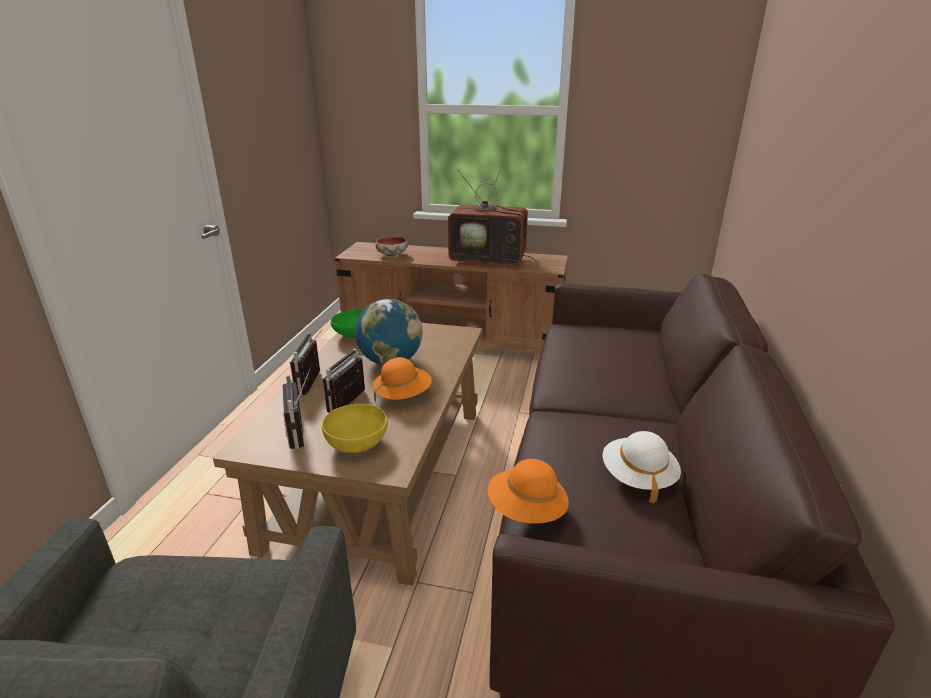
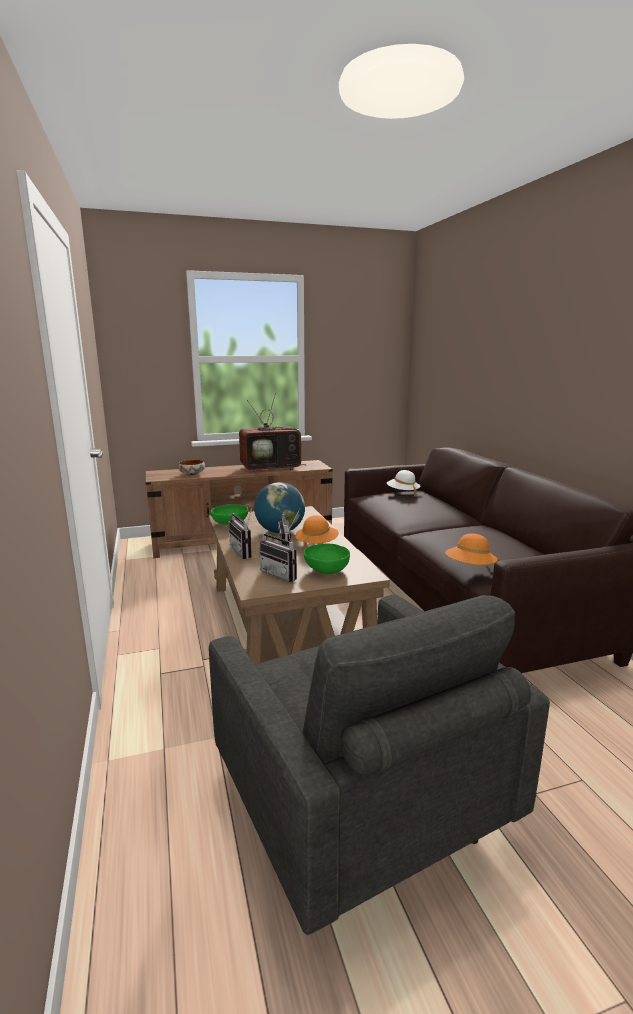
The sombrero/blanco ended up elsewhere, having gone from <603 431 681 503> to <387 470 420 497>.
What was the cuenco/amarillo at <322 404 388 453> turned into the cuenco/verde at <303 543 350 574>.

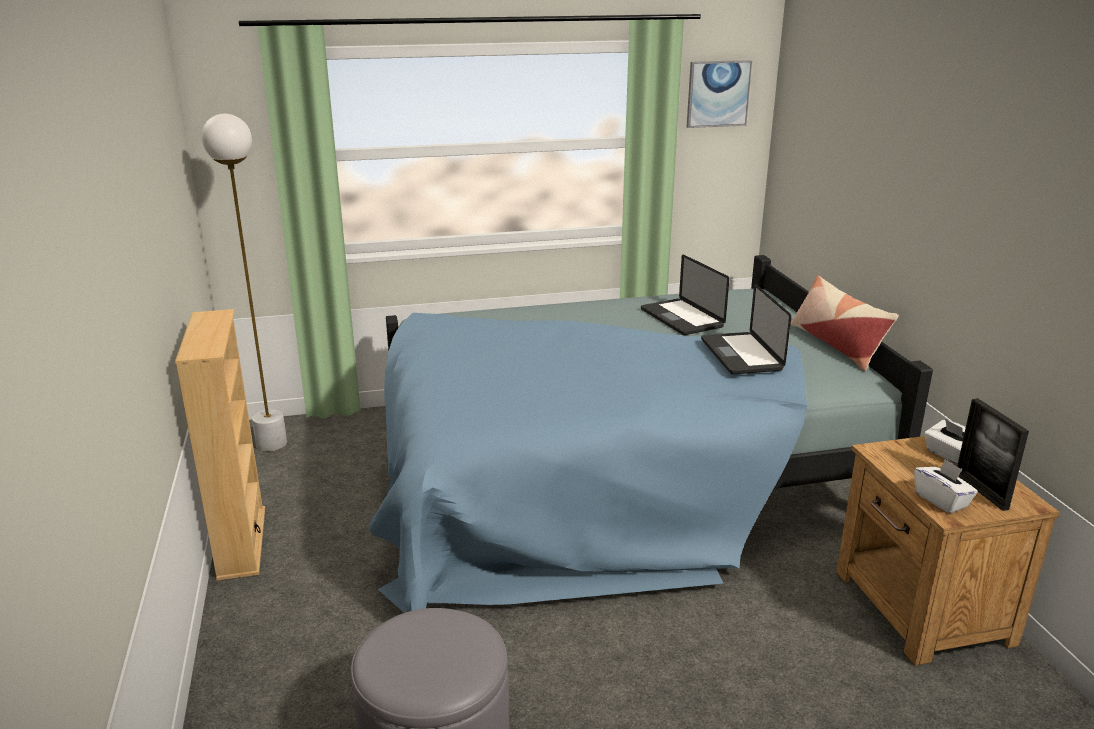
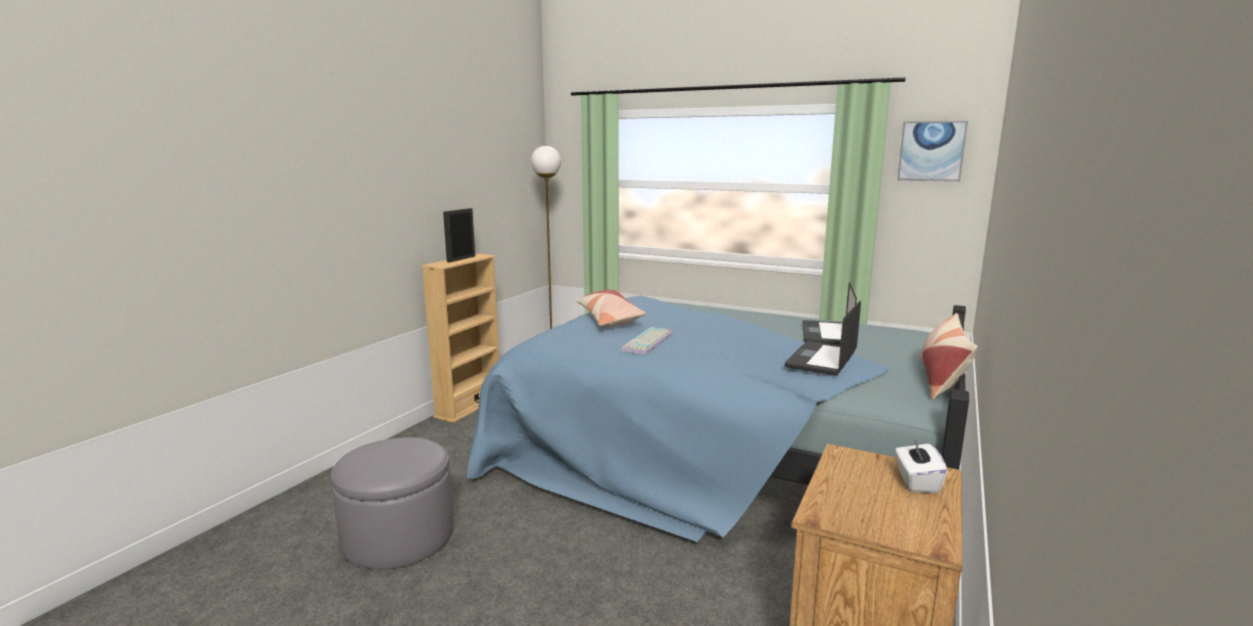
The second view lost the caja de pañuelos/blanco at <914 459 978 513>.
The second view gained the cojín at <577 290 645 327>.
The second view gained the teclado at <621 327 673 354>.
The portarretratos ended up elsewhere, having gone from <957 398 1029 511> to <443 208 475 262>.

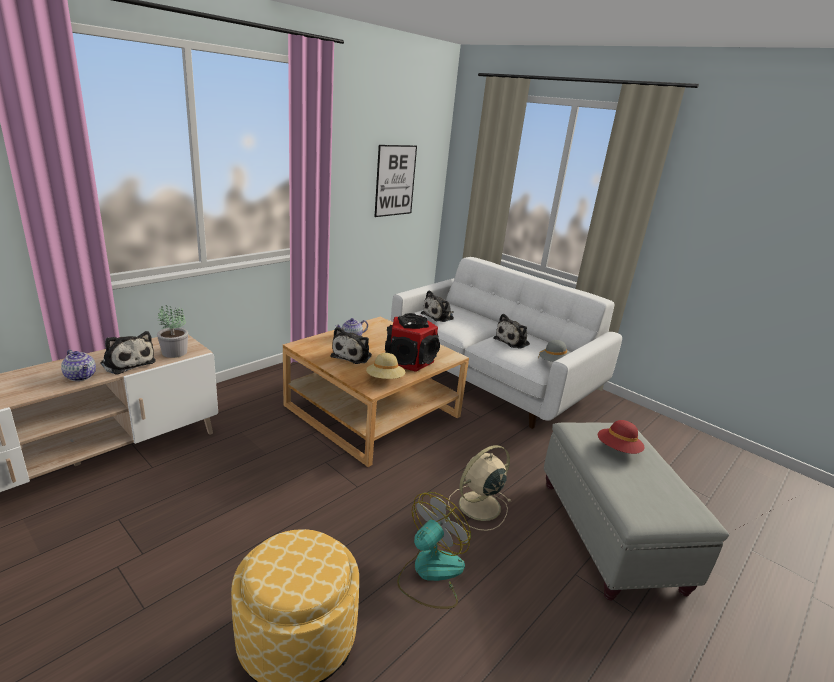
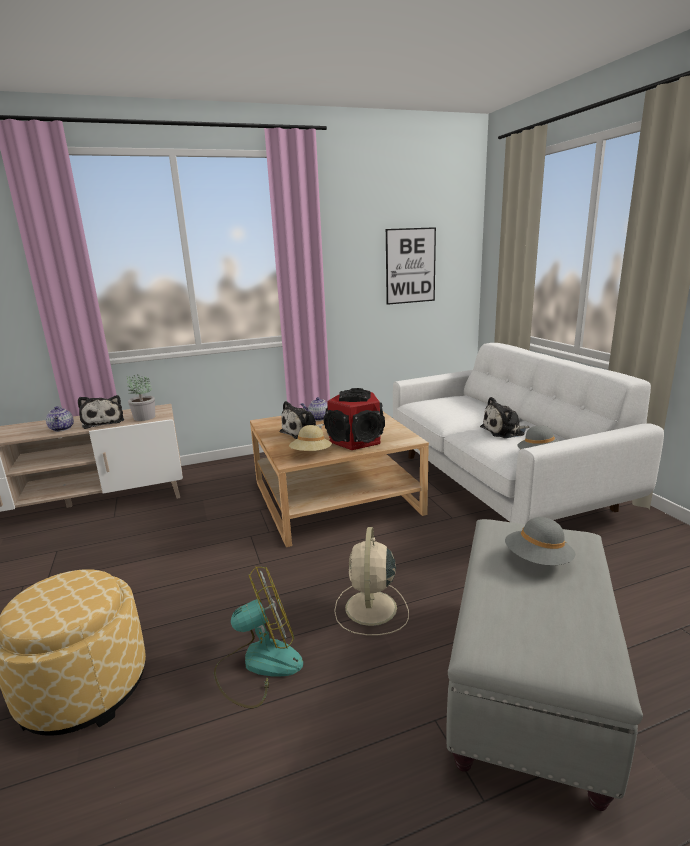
The second view lost the peluche at <421 290 454 322>.
What was the sombrero/rojo at <598 420 644 454> turned into the sombrero/gris at <505 517 575 565>.
The ventilador/beis at <448 445 512 531> ended up facing another way, 75 degrees counterclockwise from before.

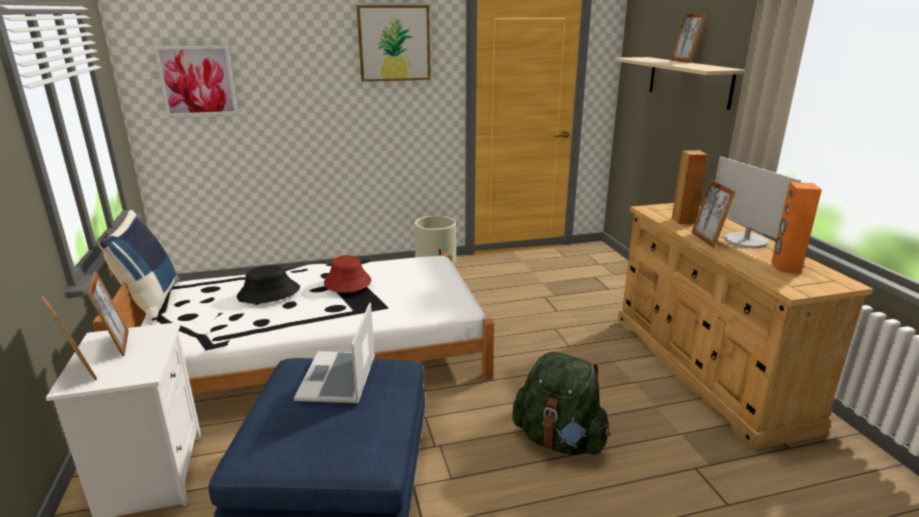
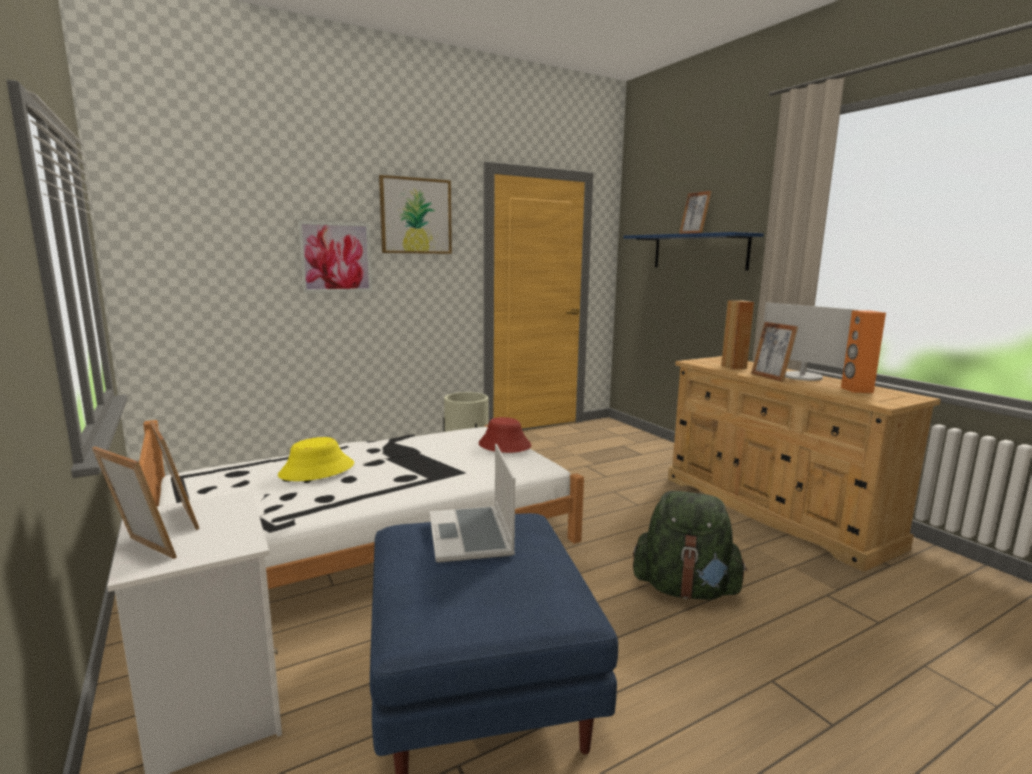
The second view lost the cojín/azul at <98 210 180 321>.
The cuadro ended up elsewhere, having gone from <154 46 238 117> to <298 221 372 293>.
The sombrero/rojo ended up elsewhere, having gone from <324 255 371 293> to <479 417 531 453>.
What was the sombrero/negro at <237 265 300 303> turned into the sombrero/amarillo at <278 437 354 481>.
What was the estante/beis at <614 57 745 110> turned into the estante/azul at <623 232 764 270>.

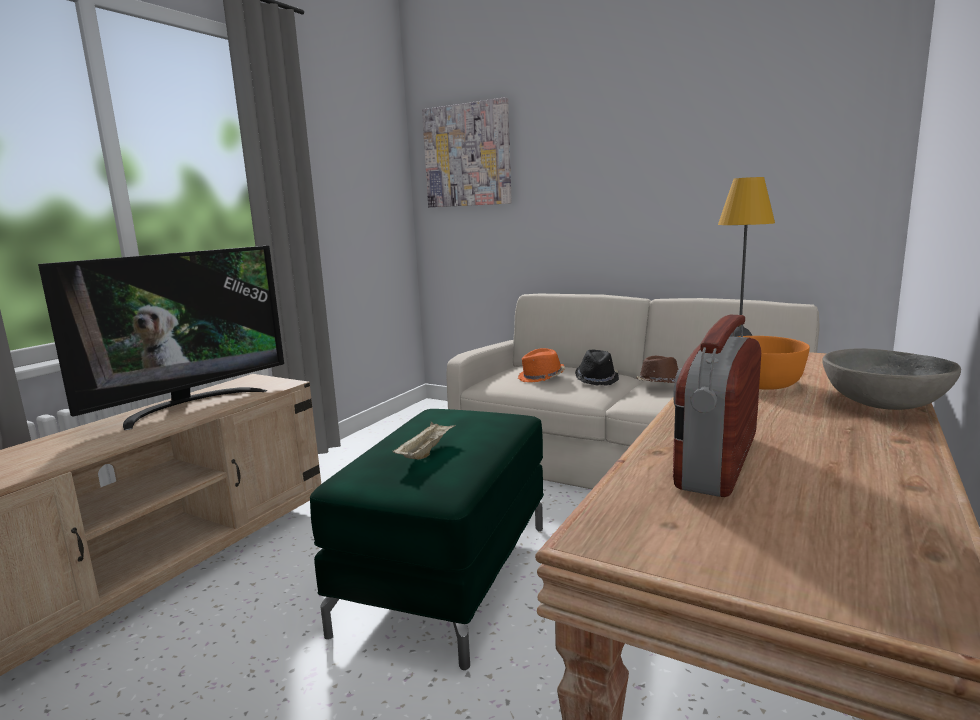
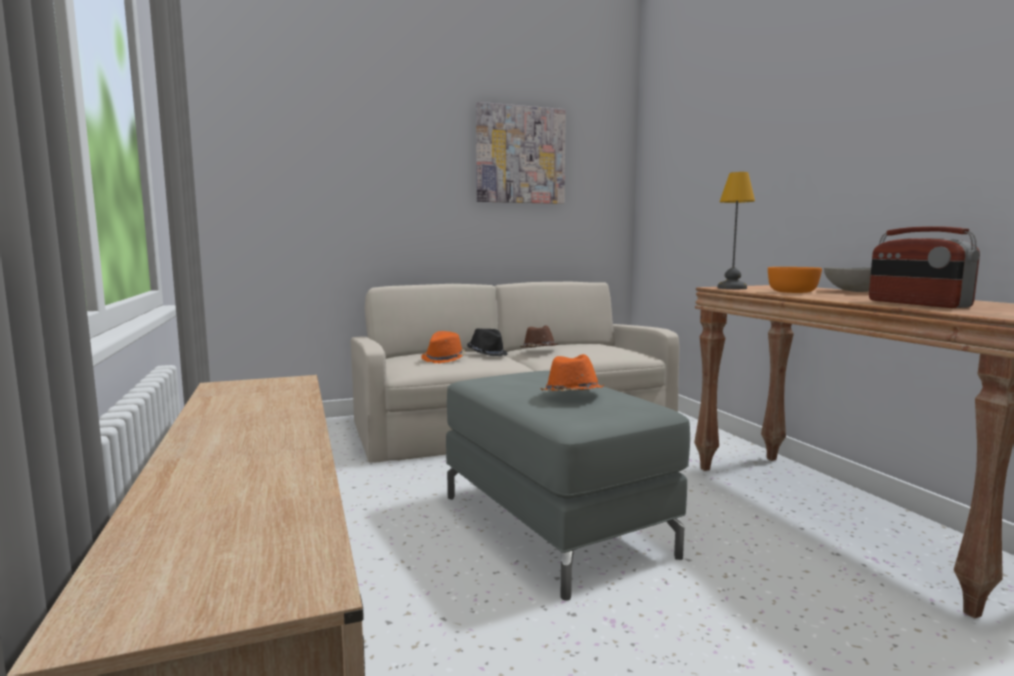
The second view lost the televisor at <38 246 284 430>.
The cuadro ended up elsewhere, having gone from <422 97 512 207> to <476 102 566 204>.
Where the bandeja/beis stood at <392 422 456 460>, the sombrero/naranja came to stand at <541 354 604 391>.
What was the puf/verde at <310 409 544 670> turned into the puf/gris at <446 371 690 601>.

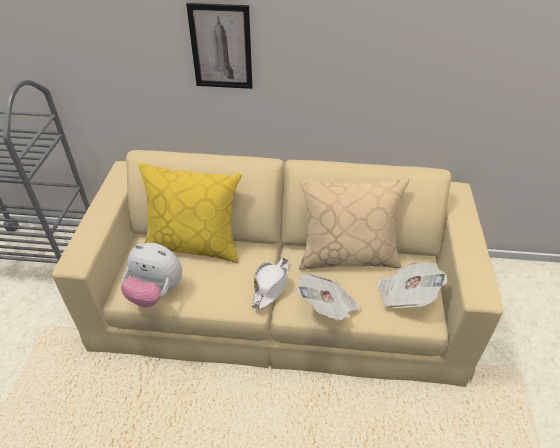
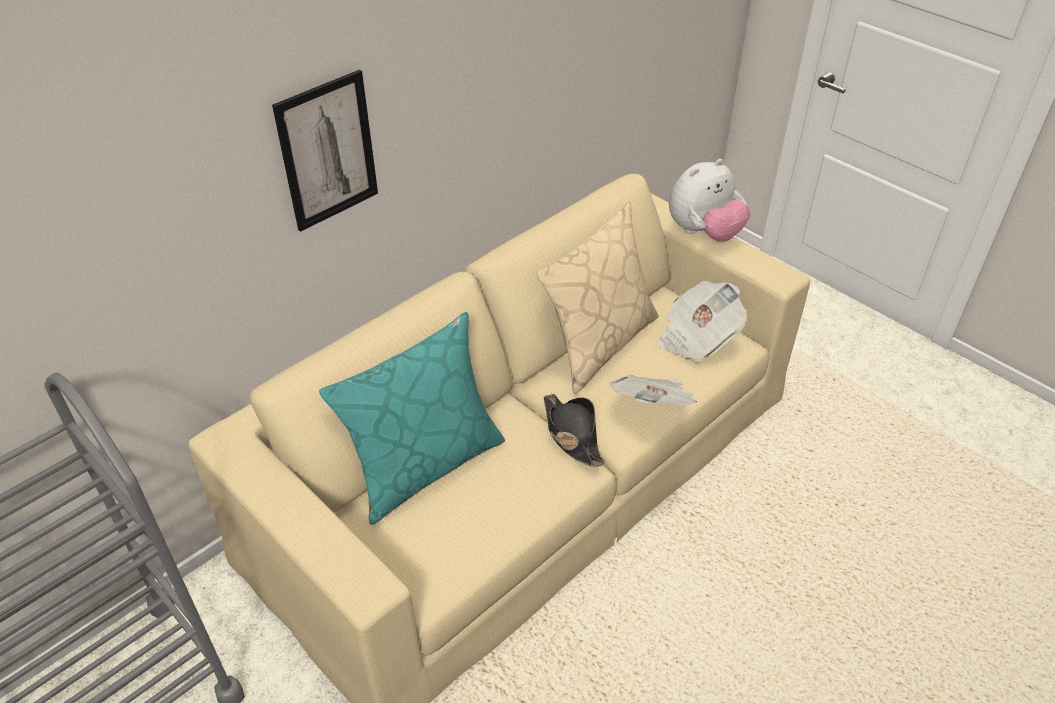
The peluche ended up elsewhere, having gone from <121 243 182 307> to <669 159 750 242>.
What was the cojín/amarillo at <138 163 242 263> turned into the cojín/turquesa at <319 312 505 525>.
What was the sombrero/blanco at <251 258 289 310> turned into the sombrero/negro at <544 394 605 467>.

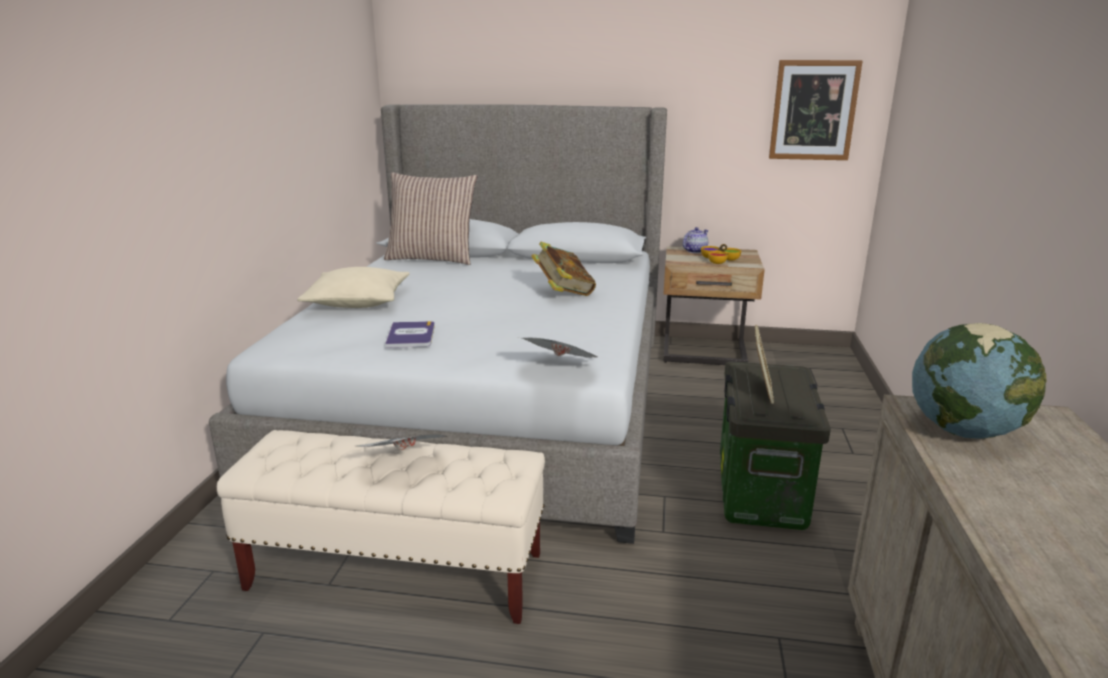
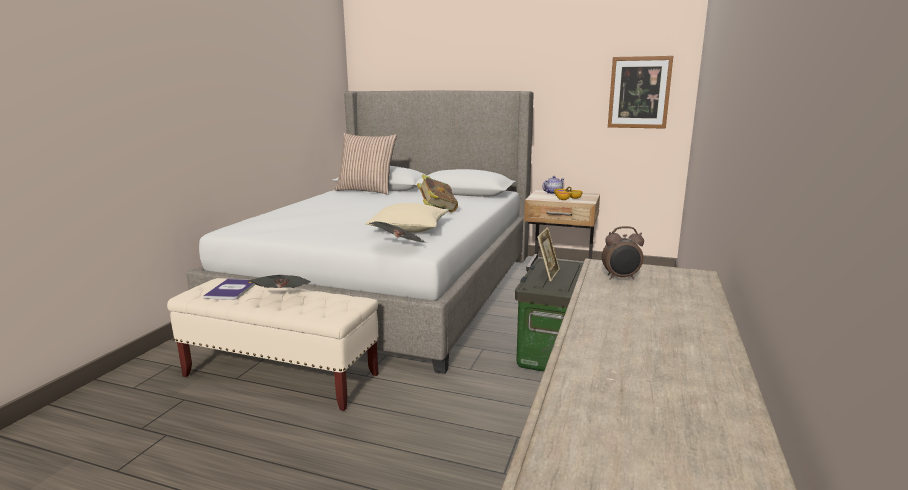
The cojín/beis ended up elsewhere, having gone from <297 267 410 308> to <365 203 449 233>.
The libro ended up elsewhere, having gone from <385 321 435 348> to <203 279 256 300>.
Where the globo terráqueo stood at <912 323 1047 439>, the despertador came to stand at <602 226 644 280>.

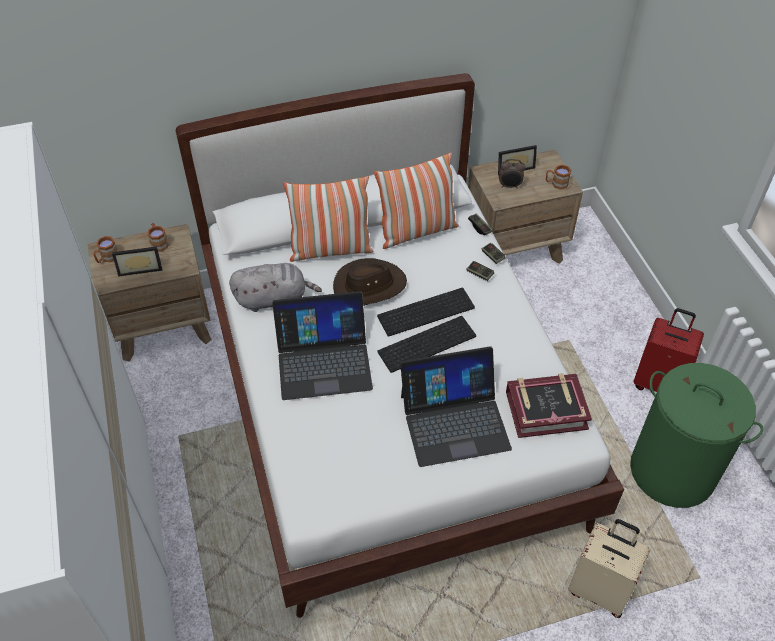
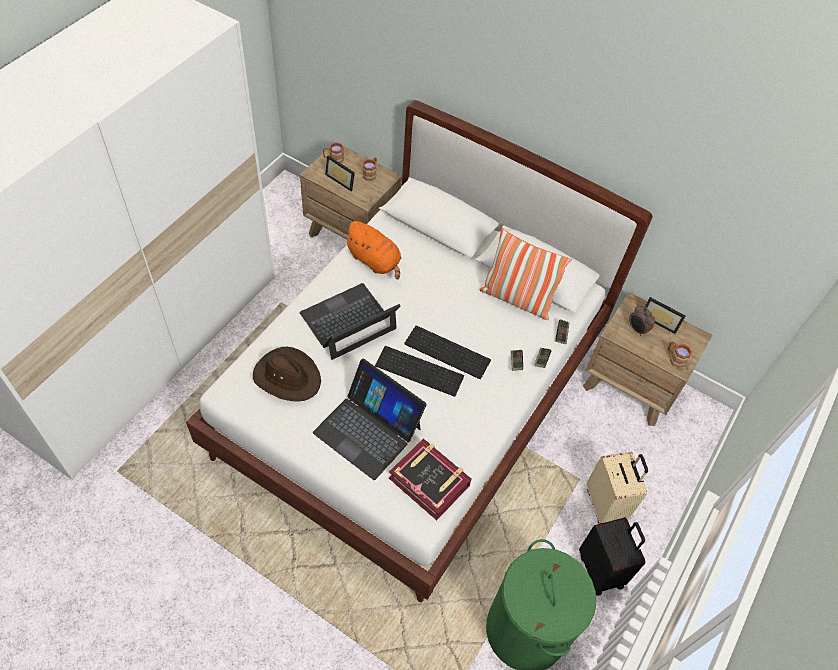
The second view lost the cojín at <283 176 373 262>.
The sombrero/marrón ended up elsewhere, having gone from <333 258 407 306> to <253 347 321 402>.
The maleta/beis ended up elsewhere, having gone from <568 519 650 618> to <587 452 648 524>.
What was the peluche/gris at <229 263 322 312> turned into the peluche/naranja at <343 221 401 280>.
What was the maleta/rojo at <633 308 704 392> turned into the maleta/negro at <579 517 645 596>.
The portátil at <272 291 373 400> ended up facing another way, 105 degrees clockwise from before.

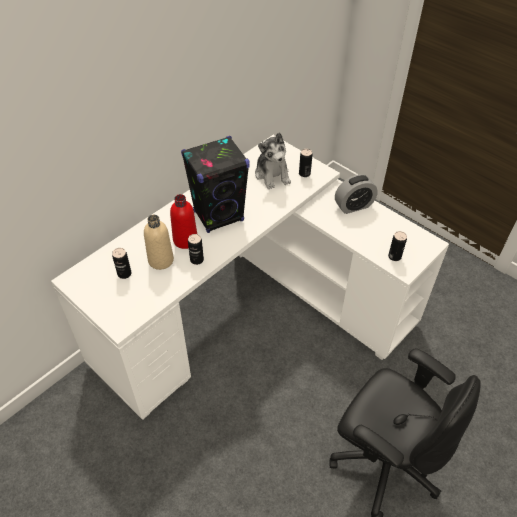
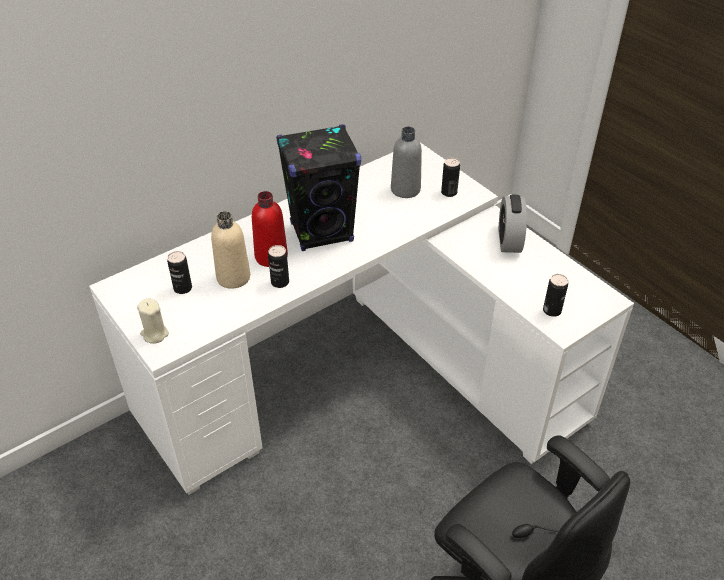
The second view gained the vela/beis at <137 298 169 344>.
Where the peluche stood at <255 133 291 189>, the botella/gris came to stand at <391 127 422 198>.
The despertador at <335 174 378 214> ended up facing another way, 105 degrees clockwise from before.

